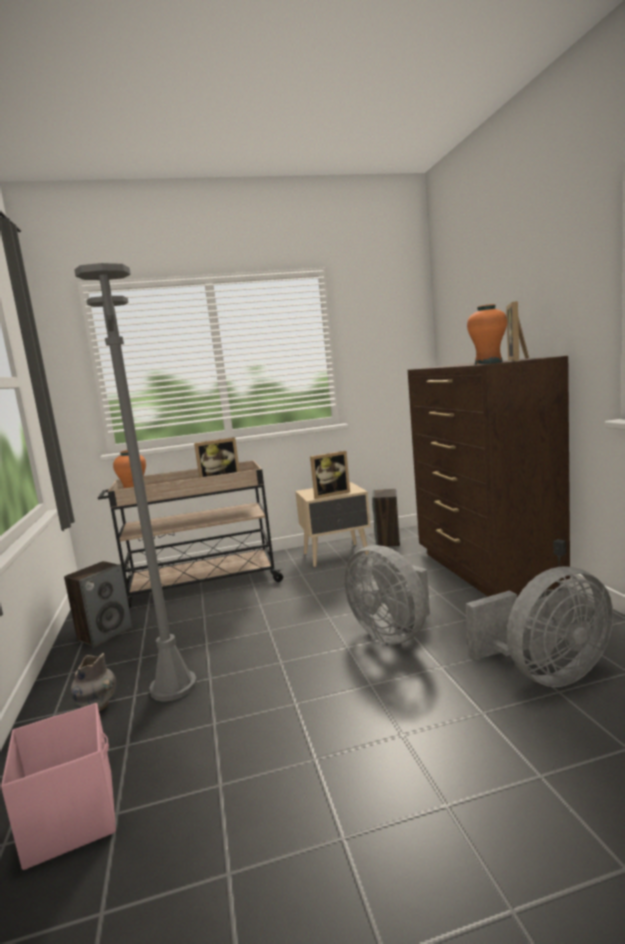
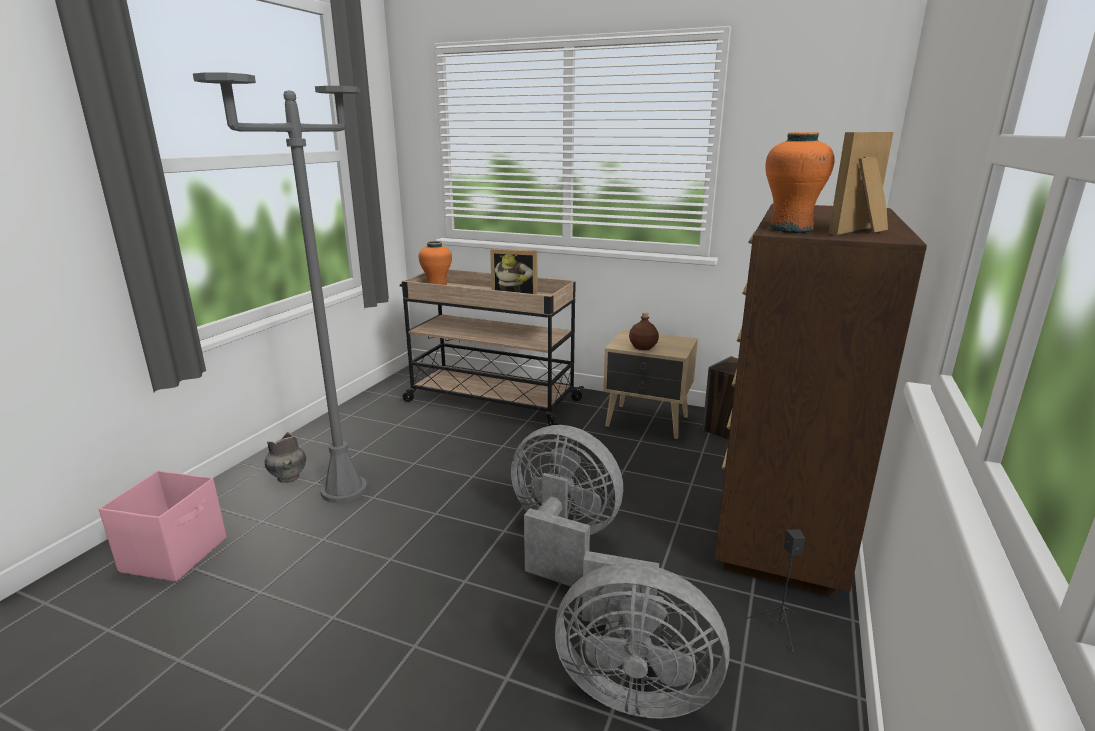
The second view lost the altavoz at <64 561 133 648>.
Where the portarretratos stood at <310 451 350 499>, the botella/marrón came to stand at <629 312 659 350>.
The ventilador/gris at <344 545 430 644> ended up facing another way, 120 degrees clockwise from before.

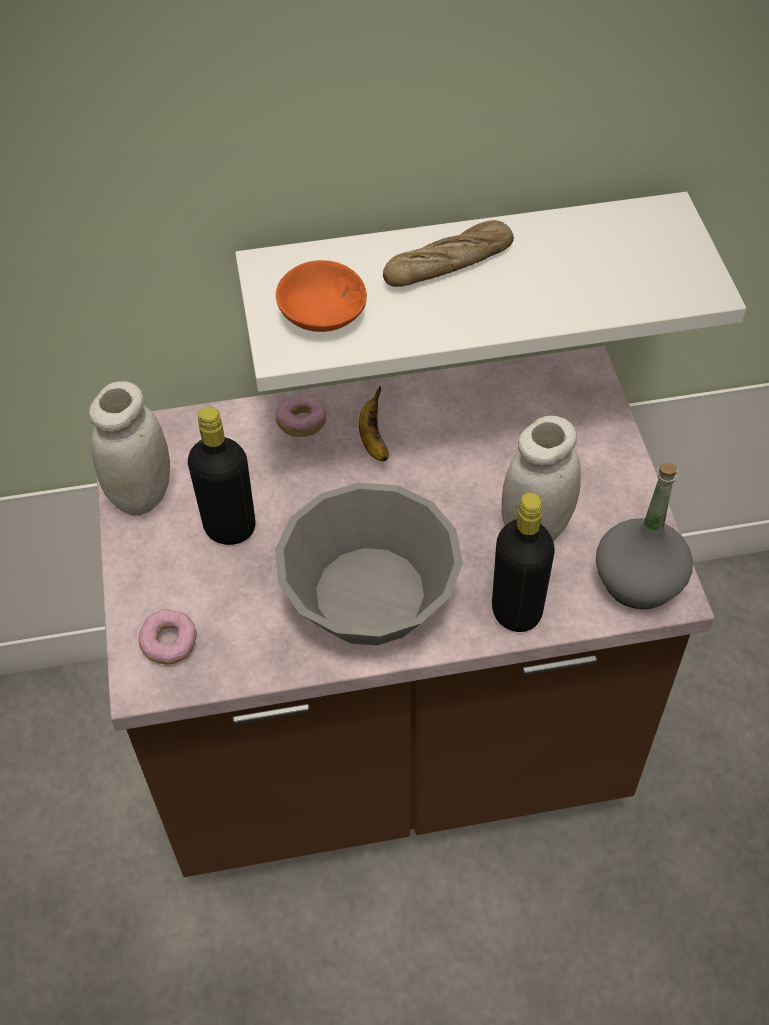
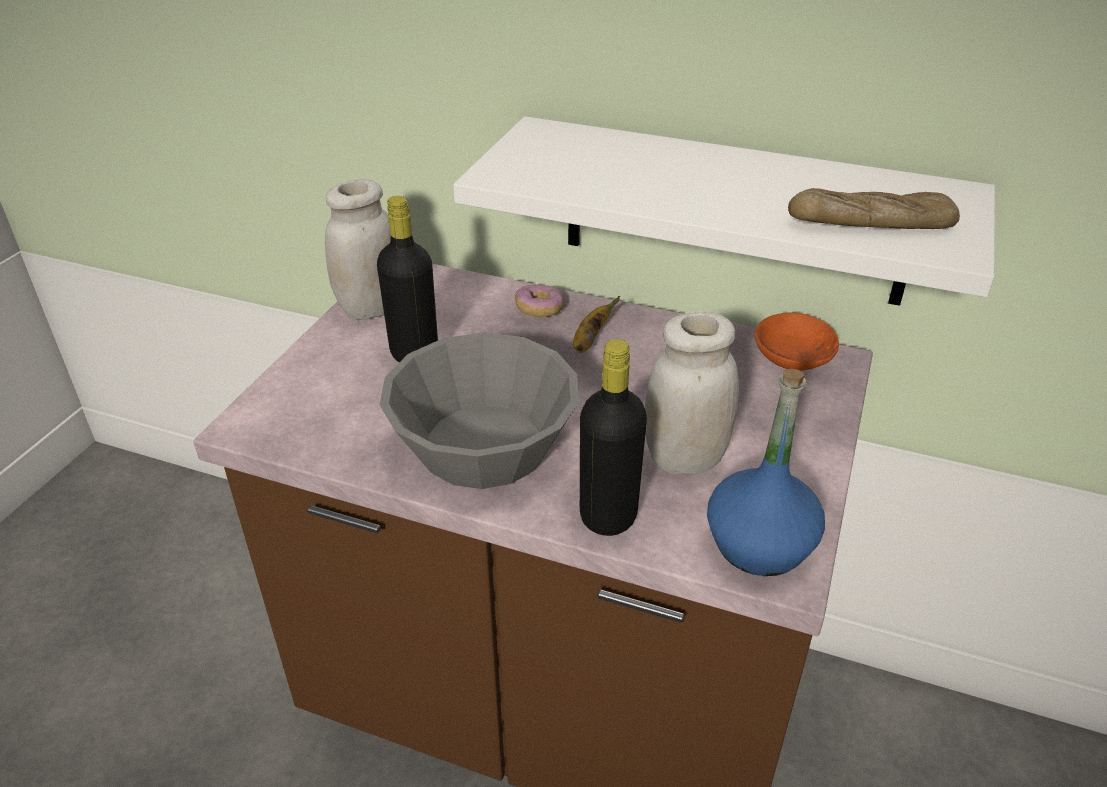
The second view lost the rosquilla at <138 609 197 665>.
The cuenco/naranja ended up elsewhere, having gone from <276 260 367 332> to <755 313 839 371>.
The pan ended up elsewhere, having gone from <383 220 514 287> to <788 188 960 229>.
What was the botella/gris at <596 463 693 609> turned into the botella/azul at <707 368 825 576>.

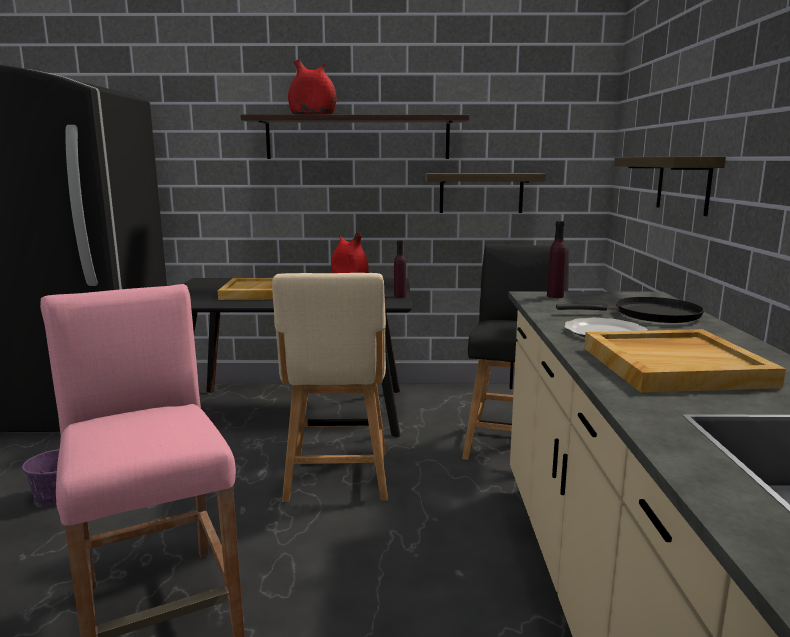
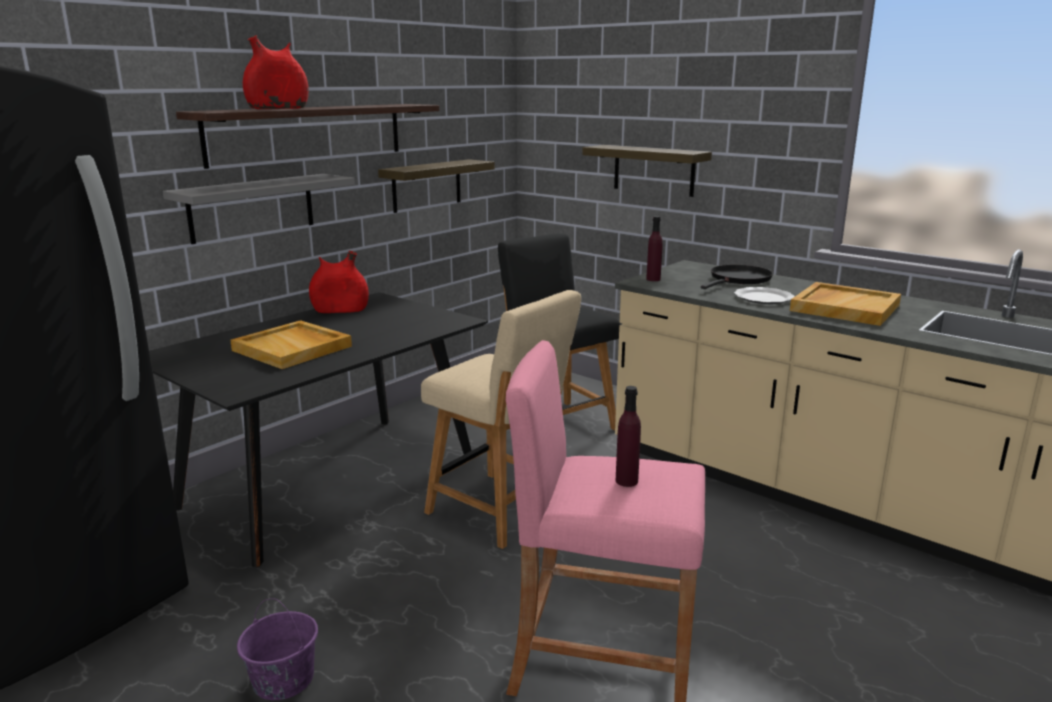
The second view gained the estante/gris at <163 174 355 244>.
The botella/morado ended up elsewhere, having gone from <394 240 406 297> to <616 386 641 487>.

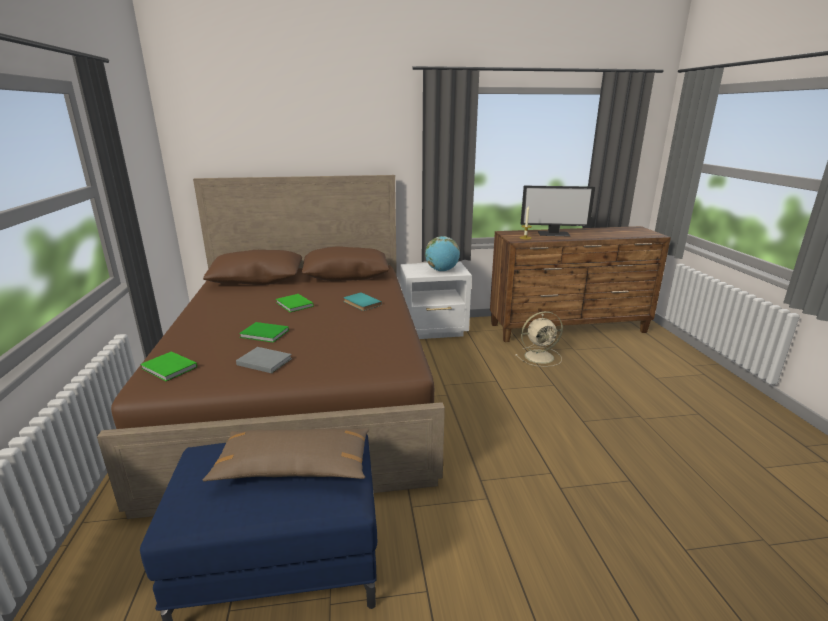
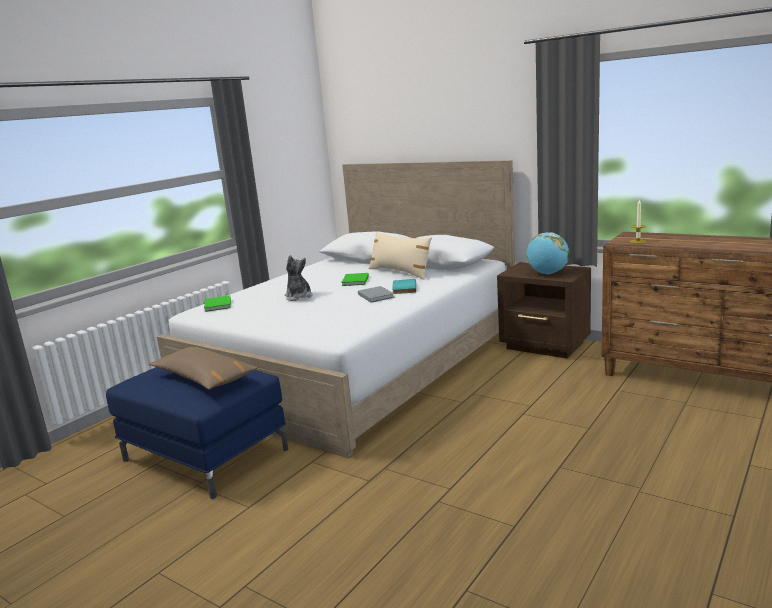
The second view lost the ventilador/beis at <515 311 563 367>.
The second view lost the monitor at <521 186 595 237>.
The second view gained the cojín/beis at <369 231 432 280>.
The libro/gris ended up elsewhere, having gone from <236 347 292 373> to <358 286 395 303>.
Where the libro/verde stood at <239 322 289 343>, the peluche came to stand at <285 255 313 301>.
What was the cama/marrón at <97 175 445 519> turned into the cama/blanco at <157 160 515 458>.
What was the mesita de noche/blanco at <400 262 472 339> turned into the mesita de noche/marrón at <497 262 591 358>.

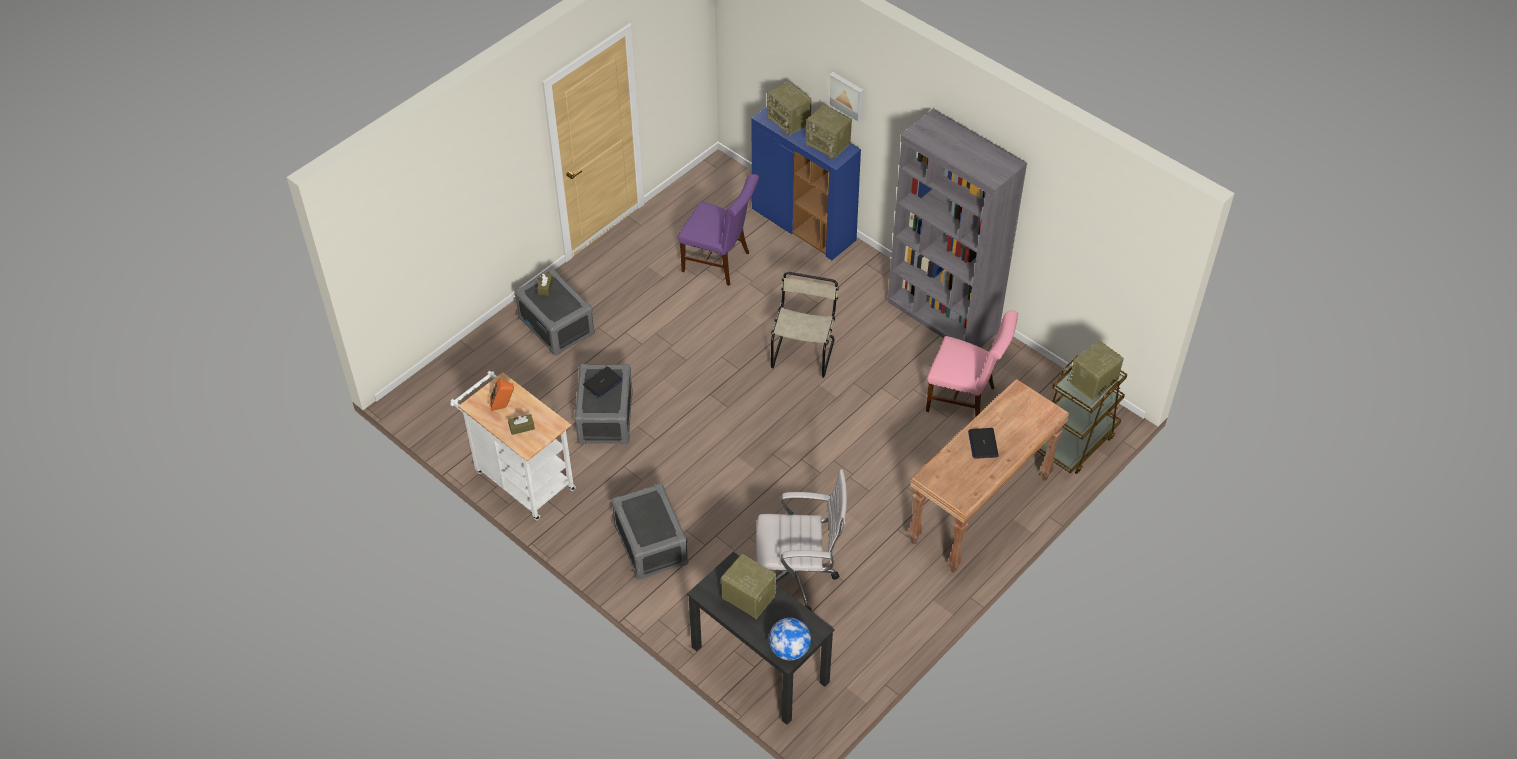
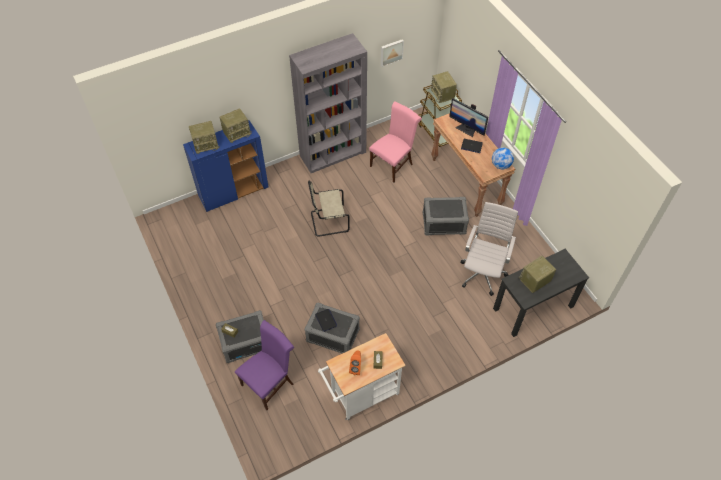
The second view gained the monitor at <449 98 488 137>.
The caja de almacenaje/gris ended up elsewhere, having gone from <611 483 688 580> to <423 197 469 235>.
The silla/morado ended up elsewhere, having gone from <678 174 759 286> to <235 320 294 410>.
The globo terráqueo ended up elsewhere, having gone from <769 618 811 660> to <492 148 514 169>.
The cuadro ended up elsewhere, having gone from <828 72 864 123> to <381 39 404 67>.
The silla/beis at <771 272 839 378> ended up facing another way, 45 degrees counterclockwise from before.

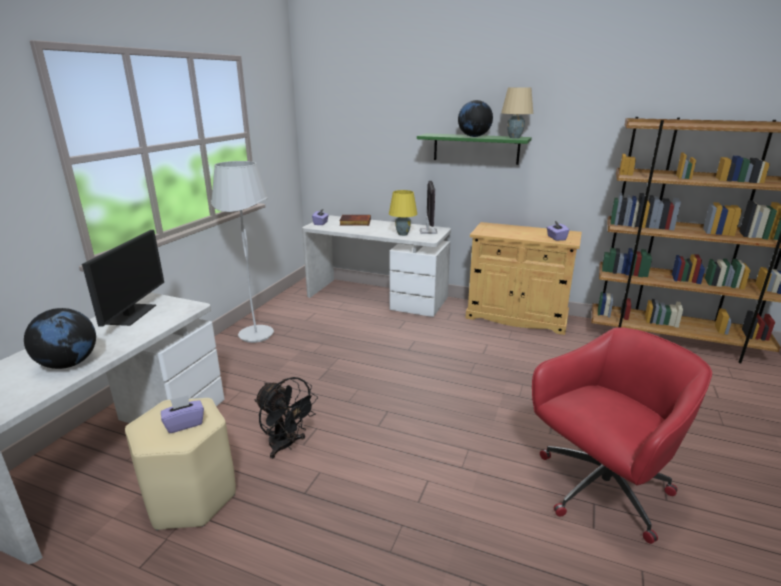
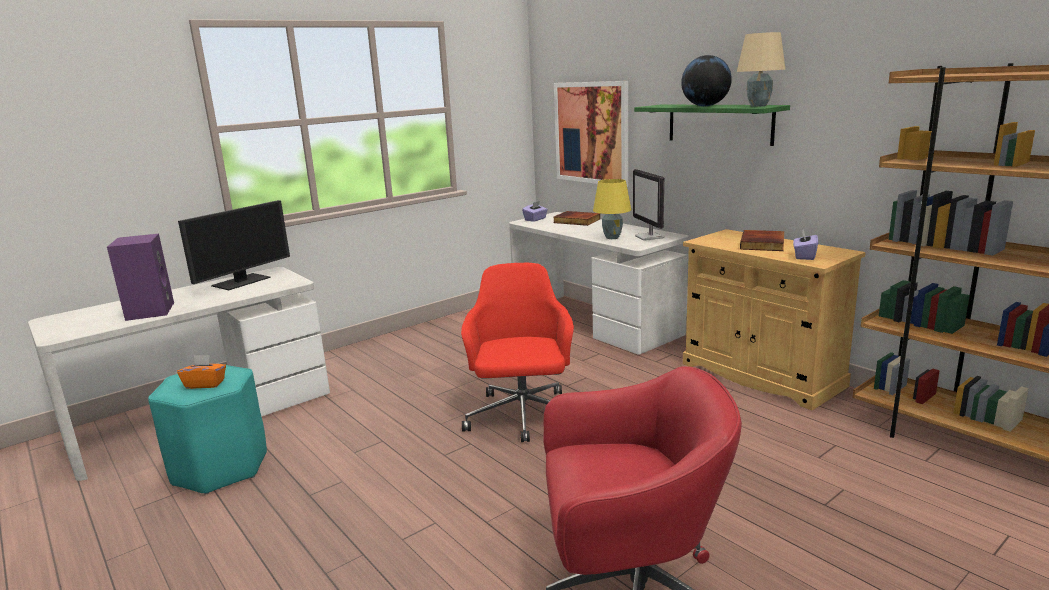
The second view lost the lámpara de pie/blanco at <211 161 274 343>.
The second view lost the ventilador/negro at <254 377 318 459>.
The second view gained the silla de oficina/rojo at <461 263 574 442>.
The second view gained the cuadro at <554 81 628 187>.
The second view gained the libro at <740 230 784 251>.
Where the globo terráqueo stood at <24 308 96 369>, the altavoz/morado came to stand at <107 234 174 321>.
What was the taburete/beis at <125 398 236 531> turned into the taburete/turquesa at <148 365 267 495>.
What was the caja de pañuelos/morado at <161 395 204 433> turned into the caja de pañuelos/naranja at <177 355 226 389>.
The monitor at <420 181 437 234> ended up facing another way, 135 degrees clockwise from before.

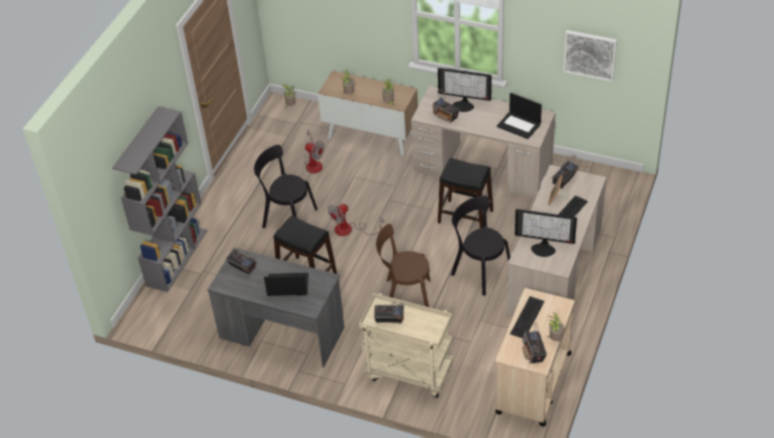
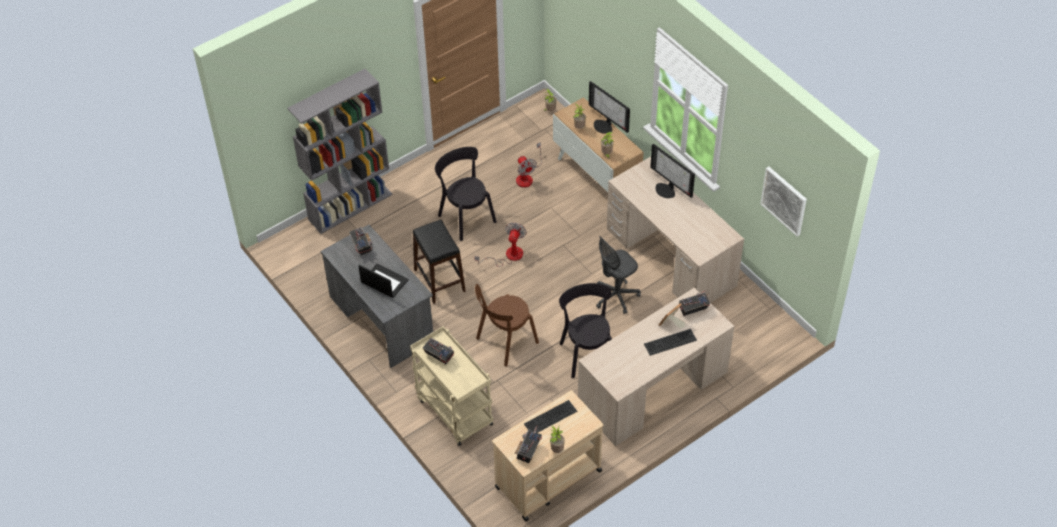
The second view lost the radio at <432 89 460 123>.
The second view lost the portátil at <497 93 542 139>.
The monitor ended up elsewhere, having gone from <515 209 577 257> to <589 81 630 134>.
Where the taburete/negro stood at <438 158 493 228>, the silla de oficina/gris came to stand at <596 236 641 314>.
The ventilador at <328 204 384 236> ended up facing another way, 120 degrees clockwise from before.
The silla/marrón at <376 224 431 307> ended up facing another way, 75 degrees counterclockwise from before.

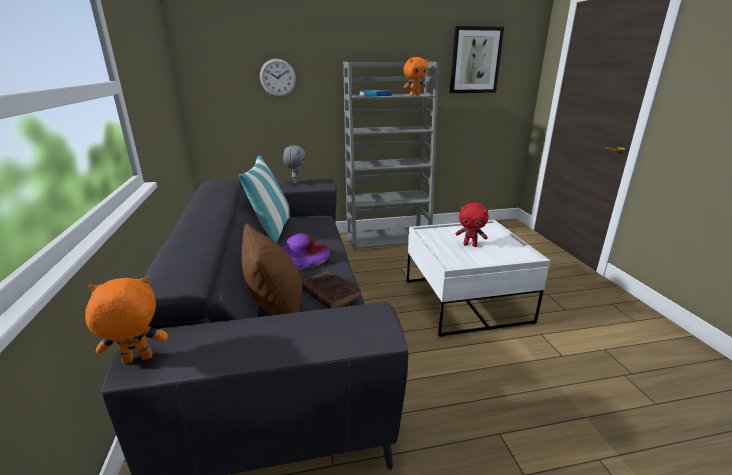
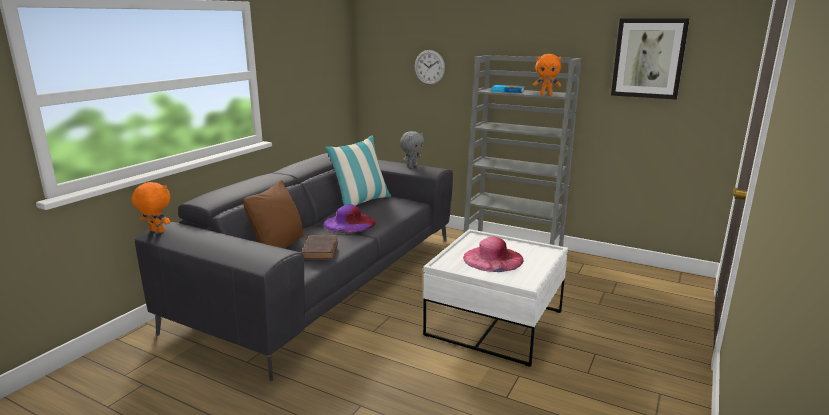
Where the peluche/rojo stood at <455 202 489 247>, the sombrero/rosa came to stand at <463 237 523 272>.

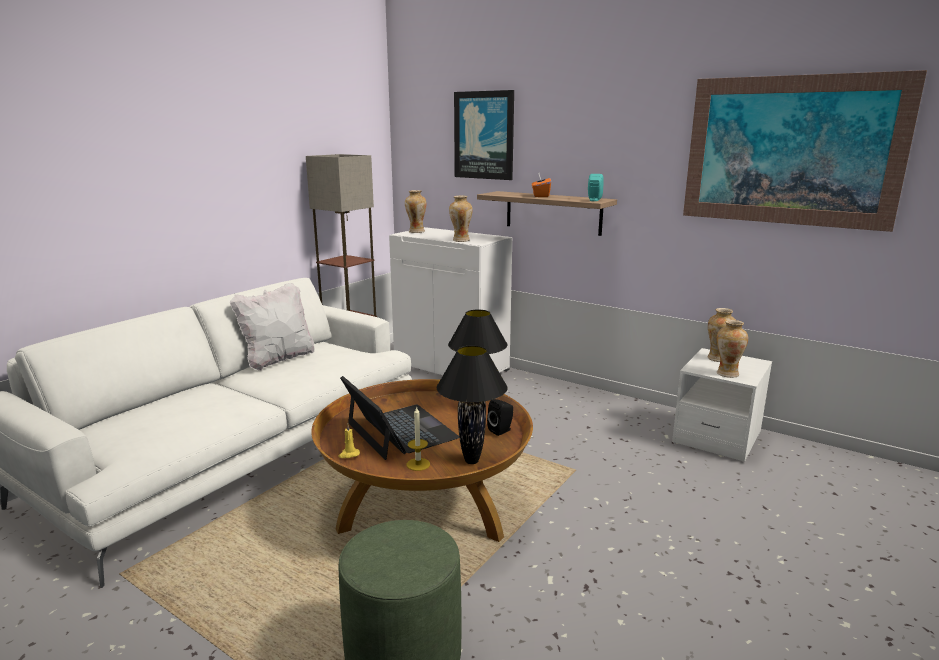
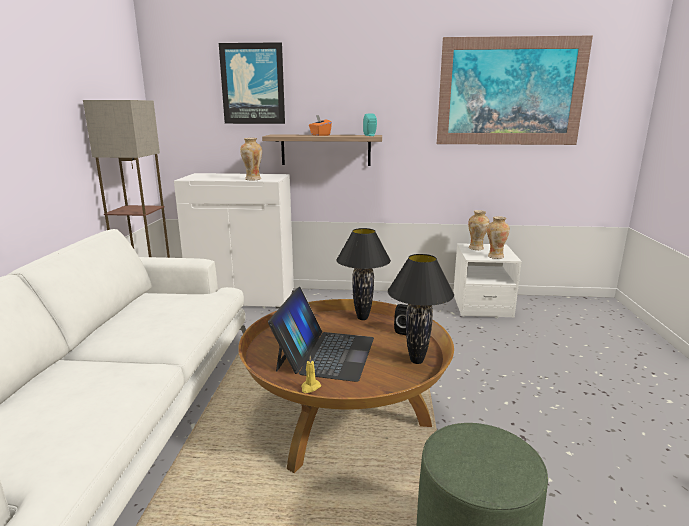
The second view lost the cojín/blanco at <230 283 315 371>.
The second view lost the florero at <405 190 426 233>.
The second view lost the vela at <407 406 430 471>.
The portátil at <340 376 459 460> ended up facing another way, 75 degrees clockwise from before.

